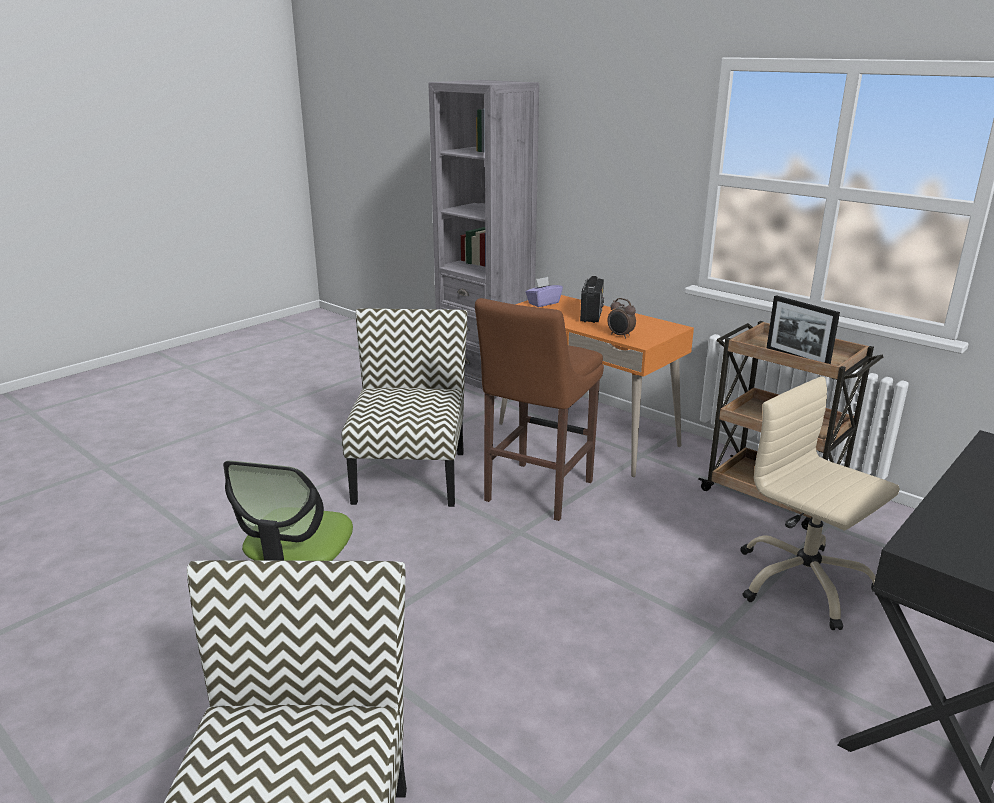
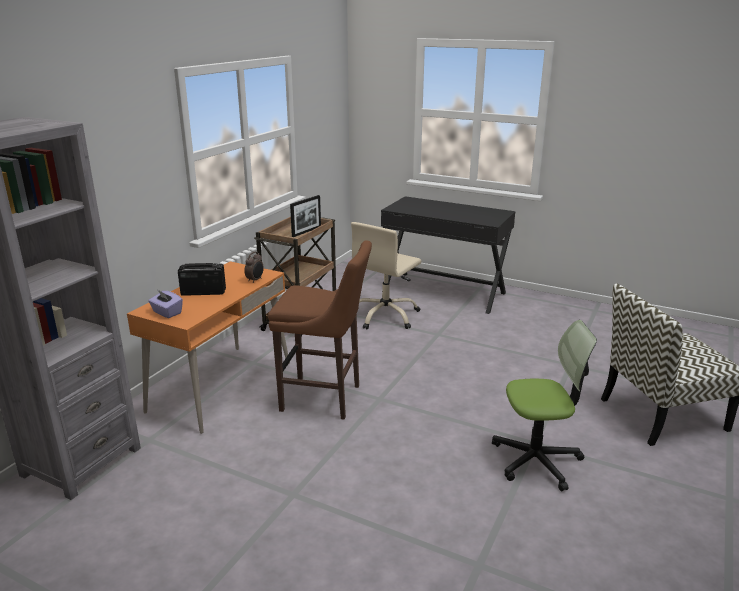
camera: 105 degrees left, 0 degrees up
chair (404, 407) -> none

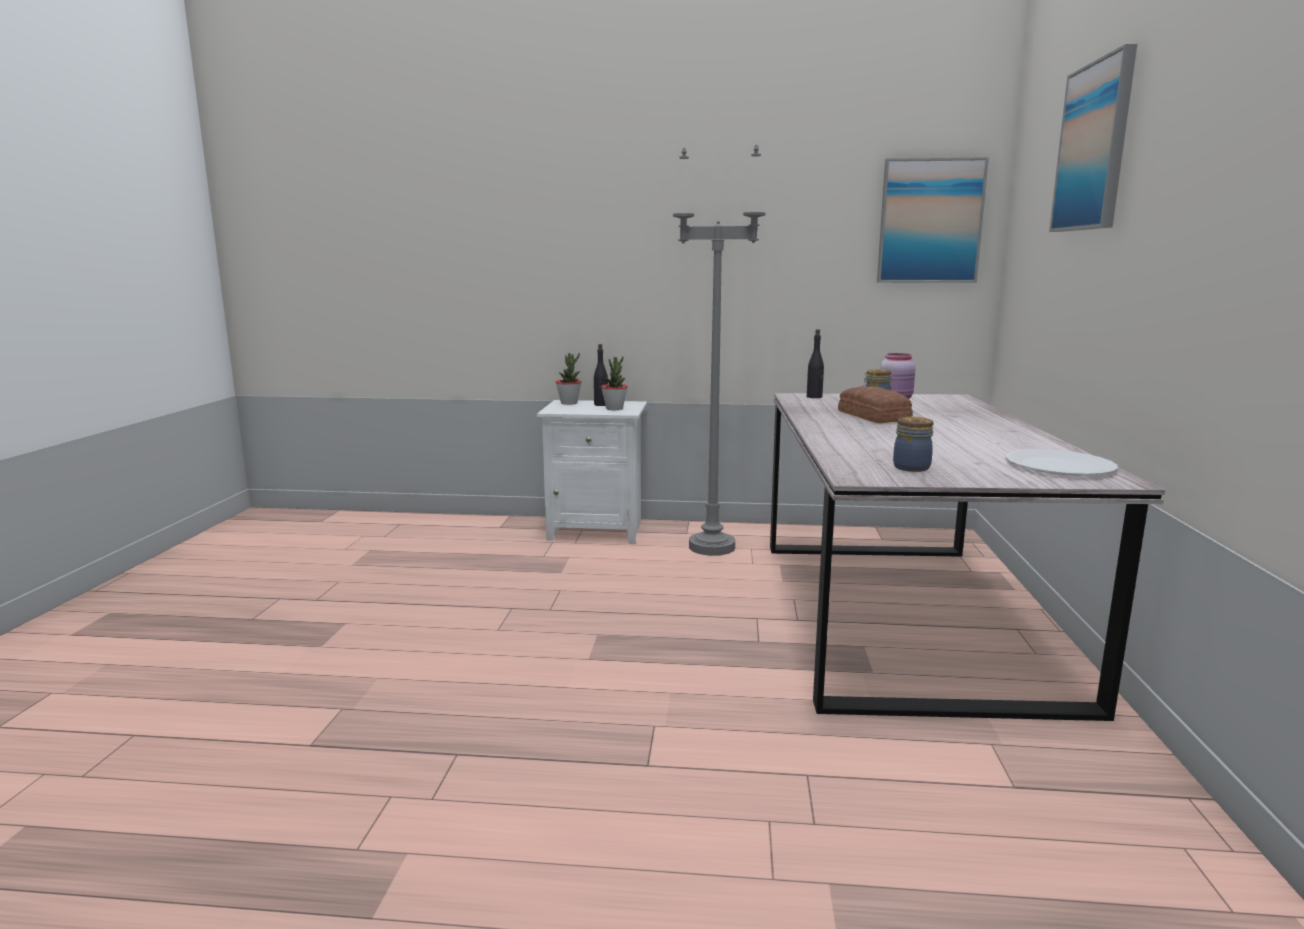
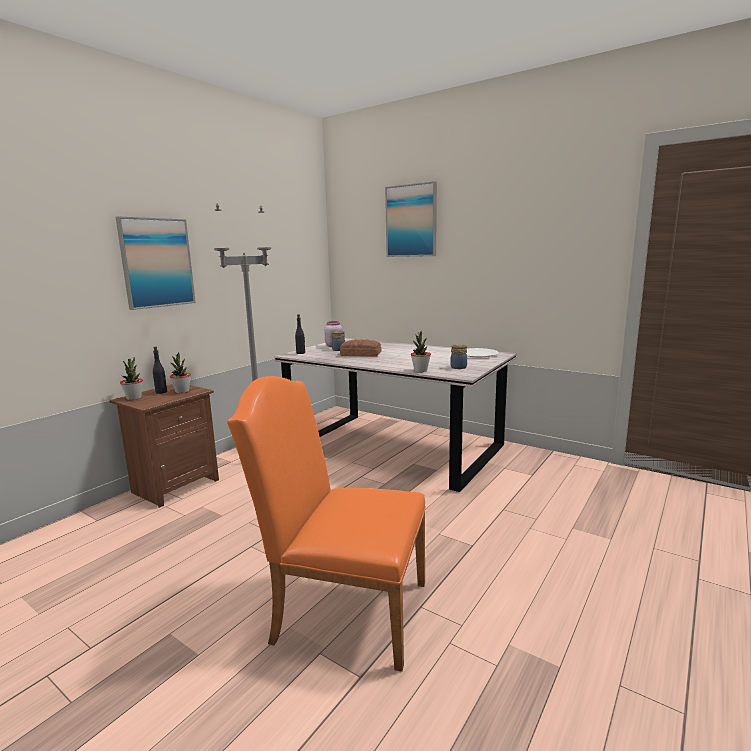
camera: 60 degrees left, 0 degrees up
picture (933, 220) -> picture (156, 263), move
white nightstand (592, 472) -> brown nightstand (164, 446)
none -> potted plant (421, 351)
none -> orange chair (326, 524)

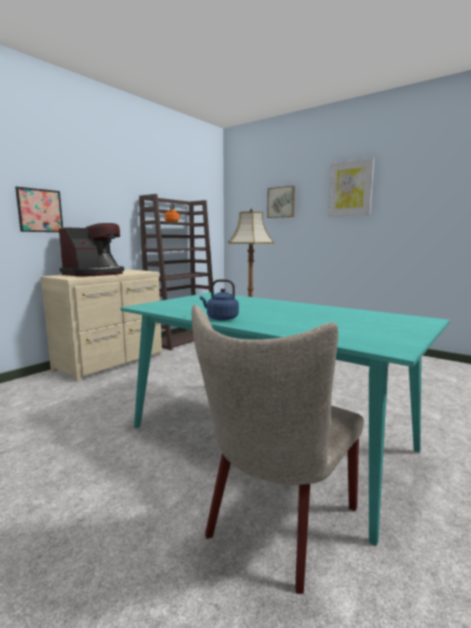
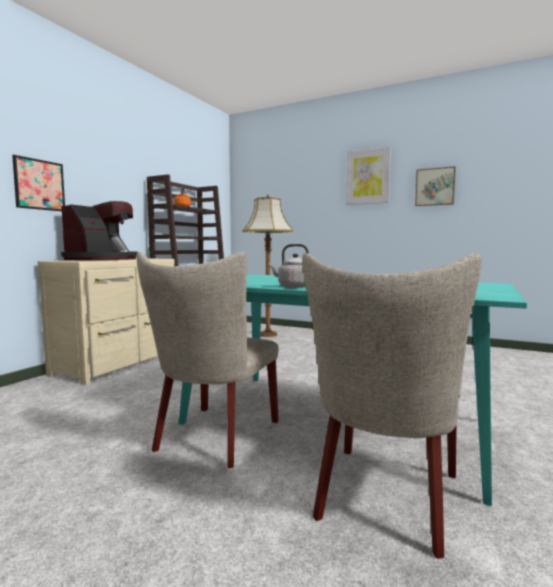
camera: 10 degrees left, 5 degrees down
picture (281, 202) -> picture (435, 186), move
blue kettle (219, 299) -> grey kettle (289, 266)
none -> beige chair (208, 360)

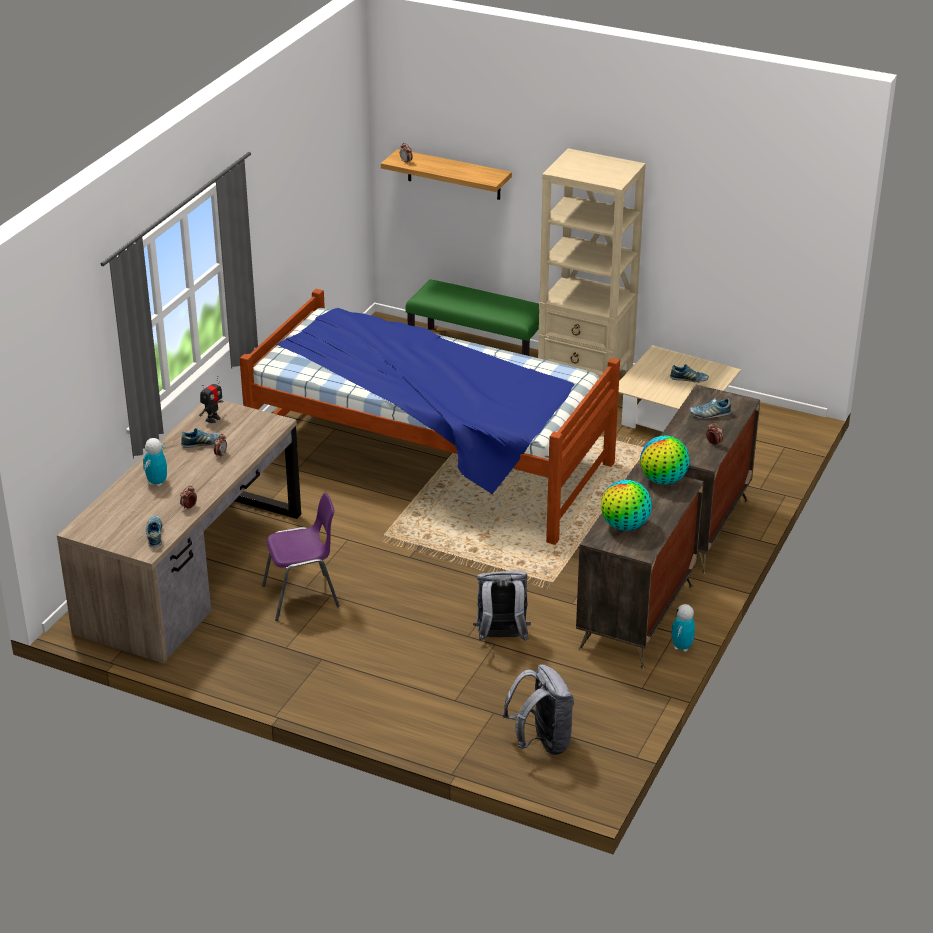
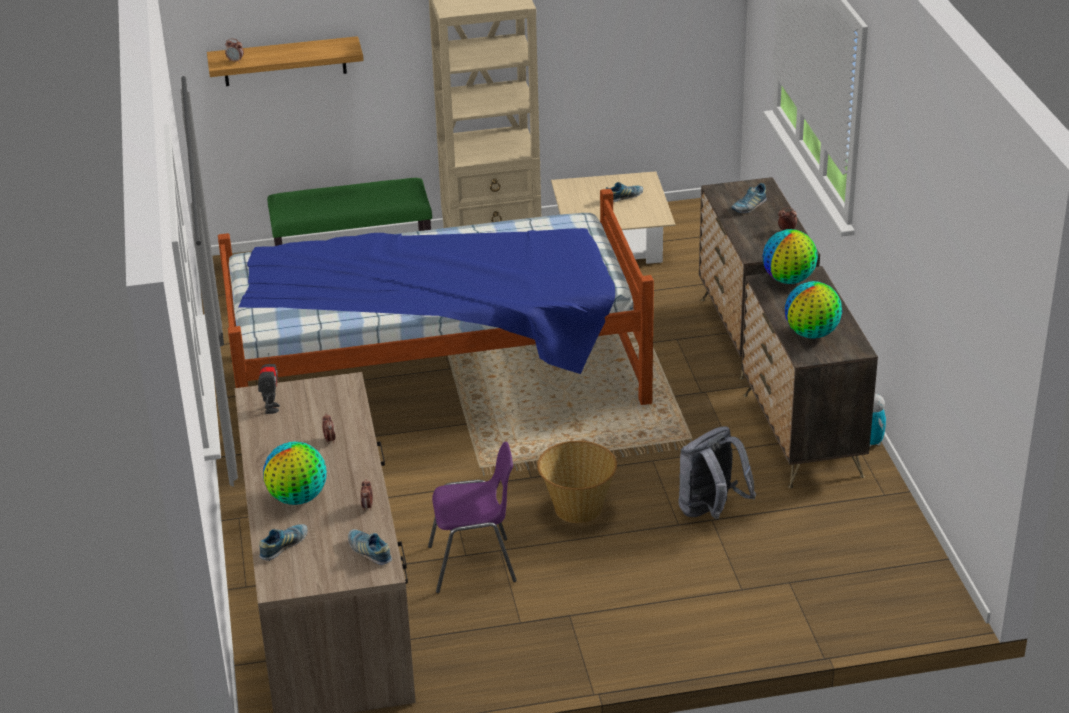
camera: 35 degrees left, 0 degrees up
shoe (200, 438) -> shoe (283, 542), move
toy robot (155, 462) -> globe (295, 473)
purple chair (301, 557) -> purple chair (472, 517), 45 degrees clockwise
grey backpack (538, 709) -> none
none -> basket (577, 482)

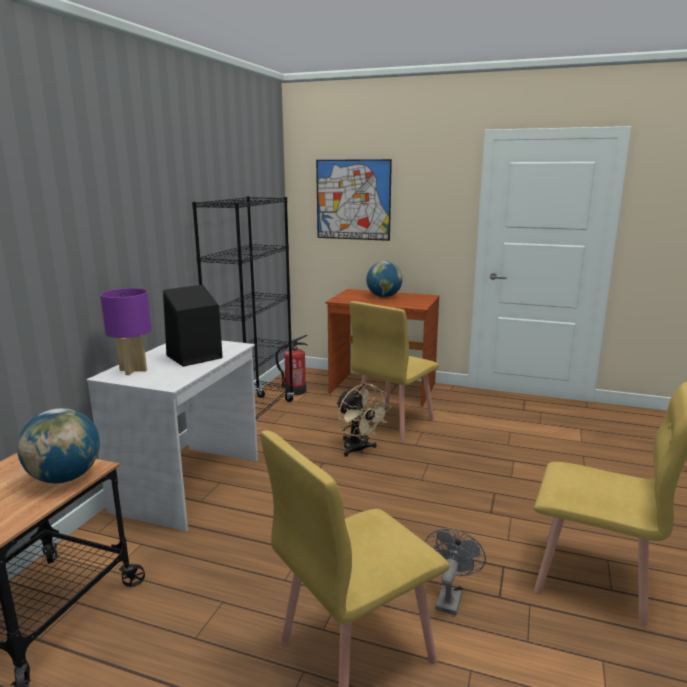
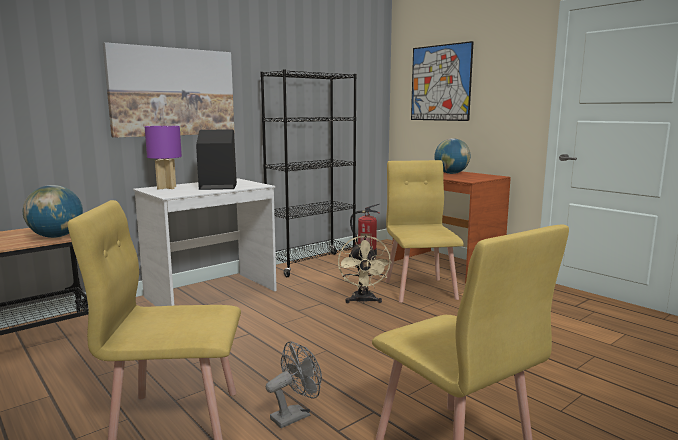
camera: 30 degrees right, 5 degrees down
yellow chair (394, 371) -> yellow chair (425, 231), 105 degrees clockwise
none -> picture (169, 90)

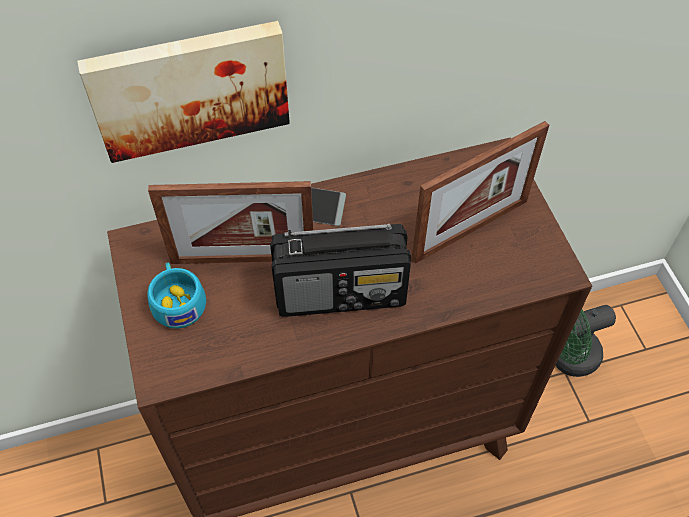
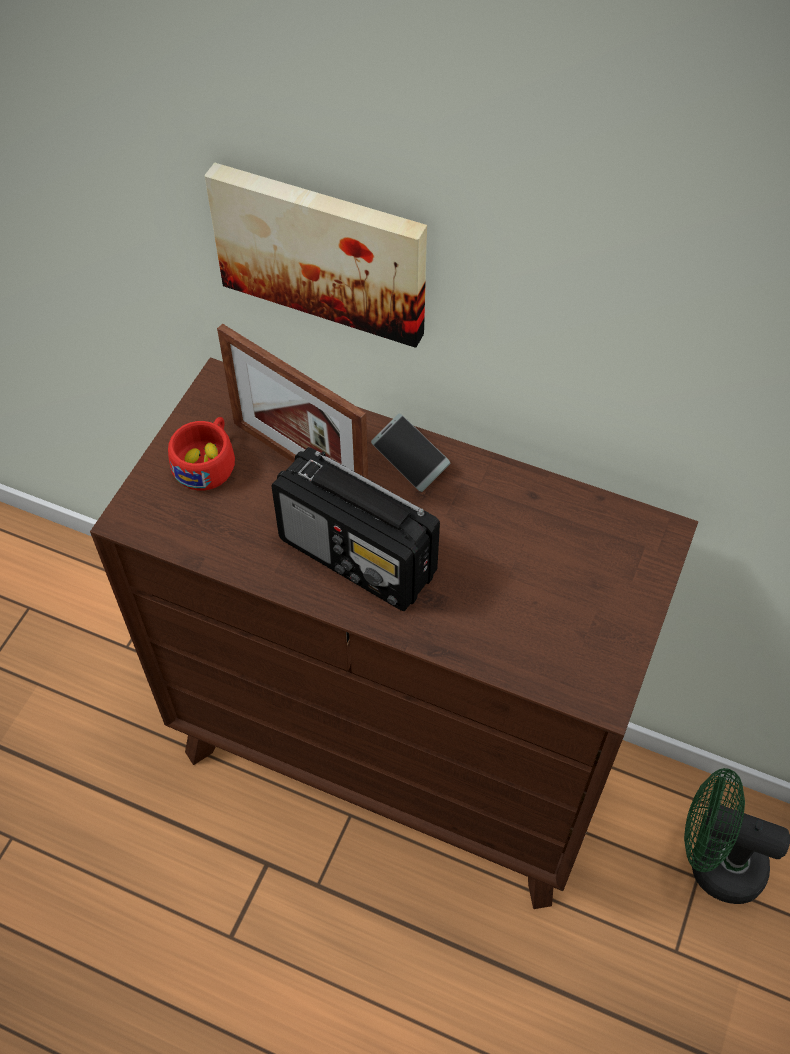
camera: 40 degrees right, 0 degrees up
picture frame (480, 192) -> none
turquoise cup (176, 295) -> red cup (201, 453)

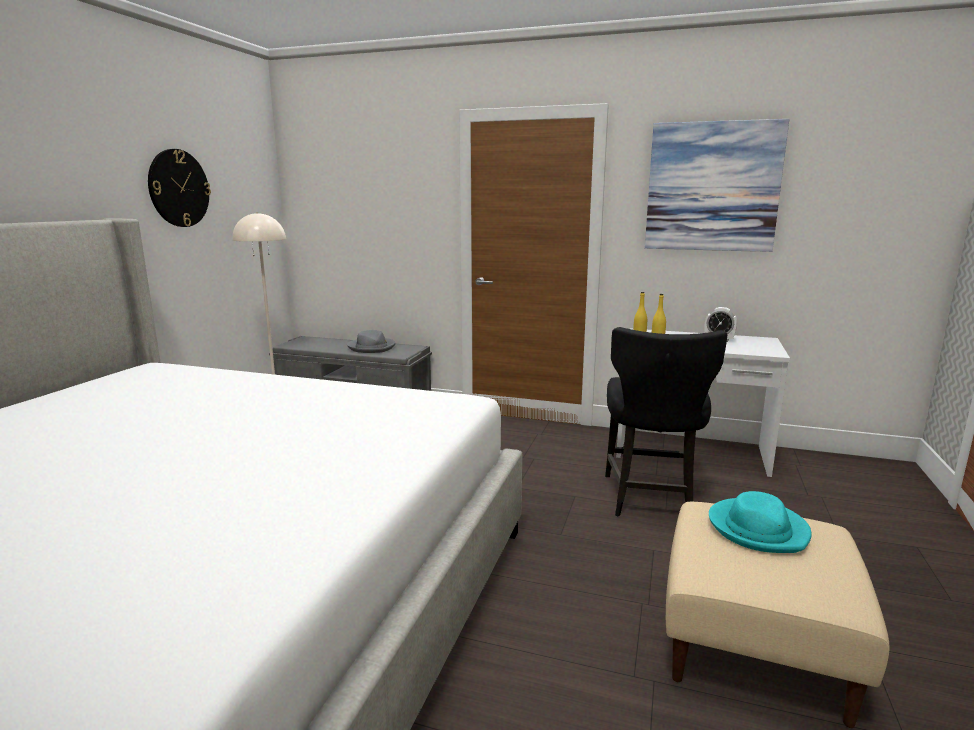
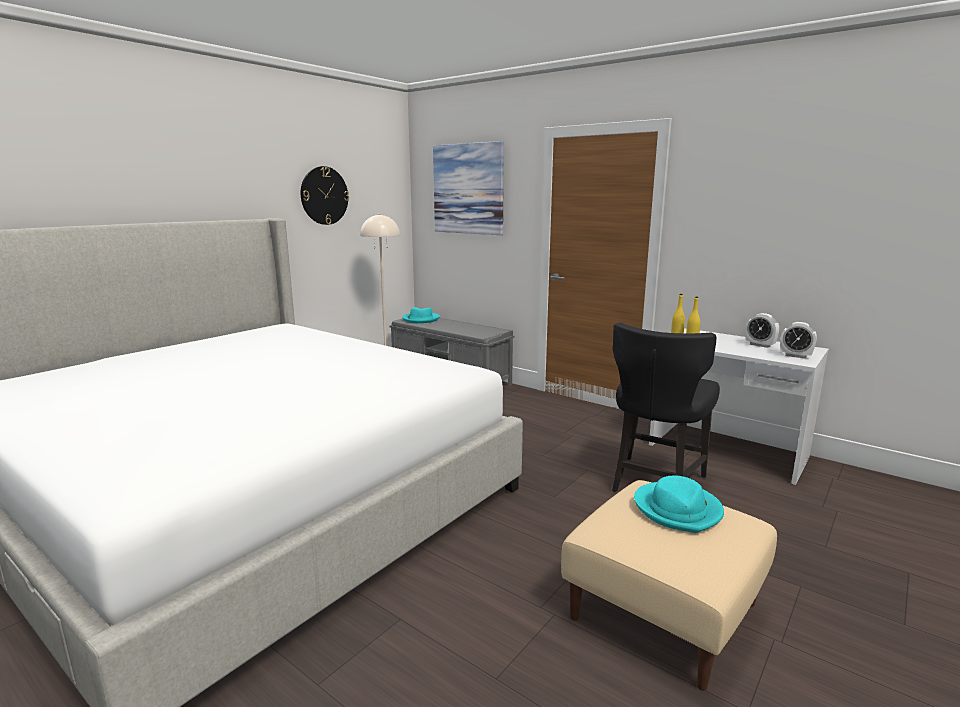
camera: 20 degrees right, 0 degrees up
picture (717, 185) -> picture (468, 188), move
grey hat (371, 341) -> none
none -> turquoise hat (421, 315)
none -> alarm clock (798, 340)

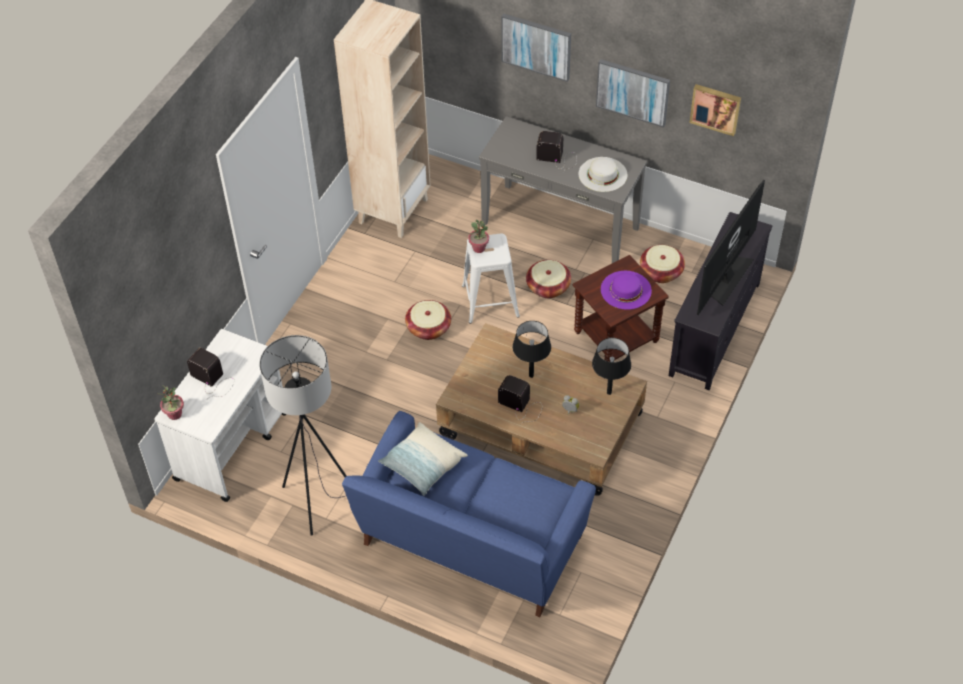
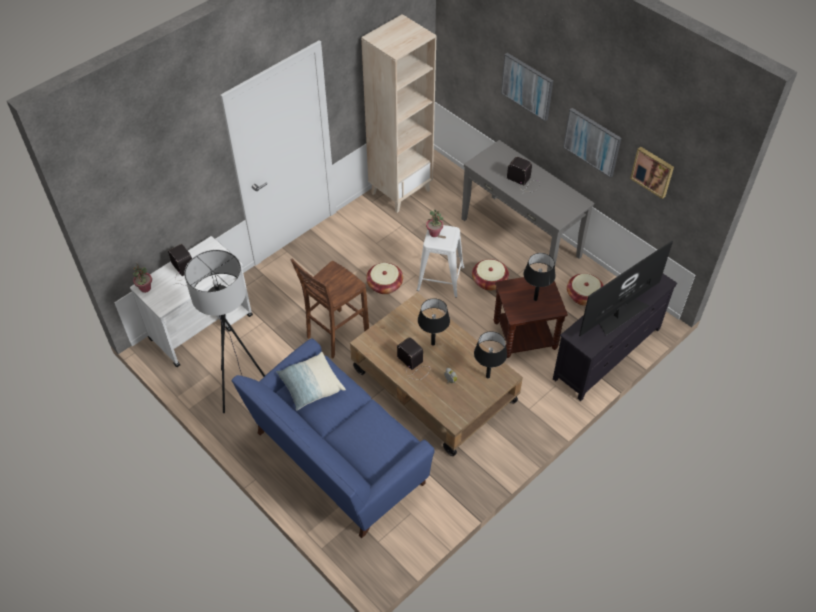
camera: 20 degrees right, 0 degrees up
white hat (603, 174) -> none
purple hat (626, 290) -> black table lamp (540, 277)
none -> brown stool (329, 308)

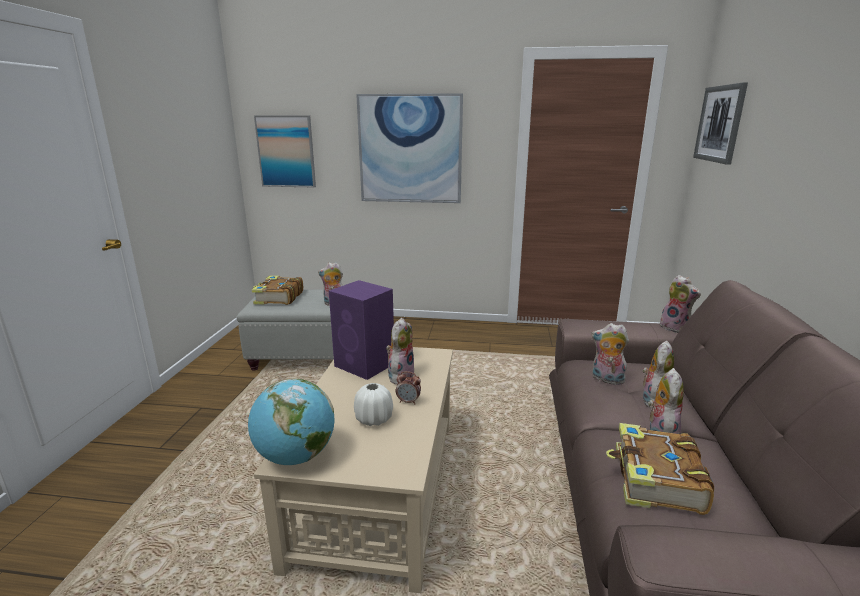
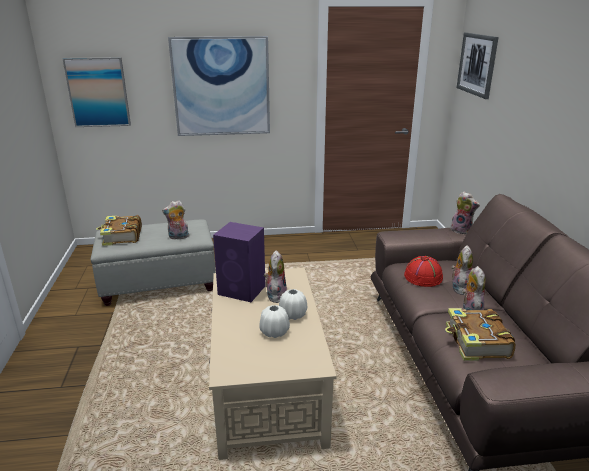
camera: 15 degrees left, 5 degrees up
plush toy (610, 354) -> red hat (423, 271)
alarm clock (408, 387) -> white vase (293, 304)
globe (291, 422) -> none

